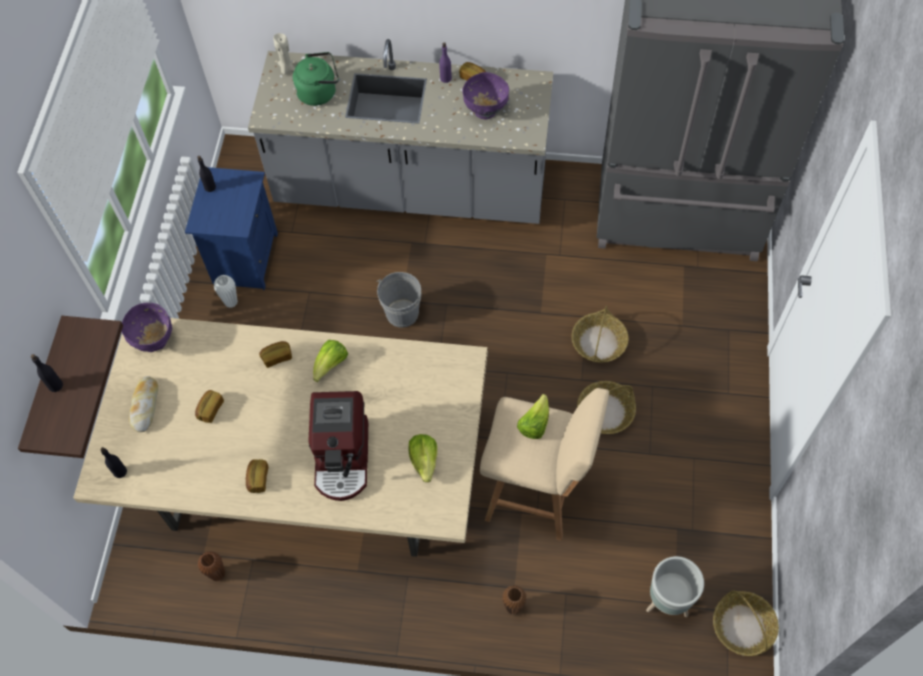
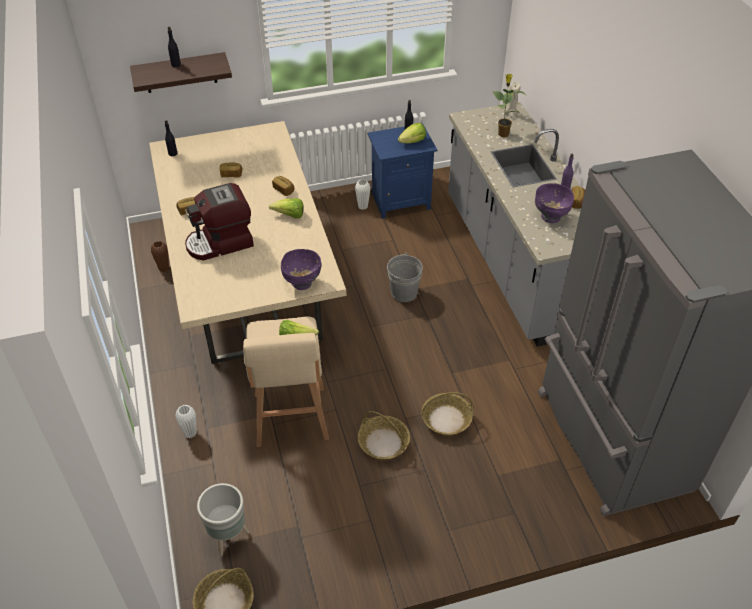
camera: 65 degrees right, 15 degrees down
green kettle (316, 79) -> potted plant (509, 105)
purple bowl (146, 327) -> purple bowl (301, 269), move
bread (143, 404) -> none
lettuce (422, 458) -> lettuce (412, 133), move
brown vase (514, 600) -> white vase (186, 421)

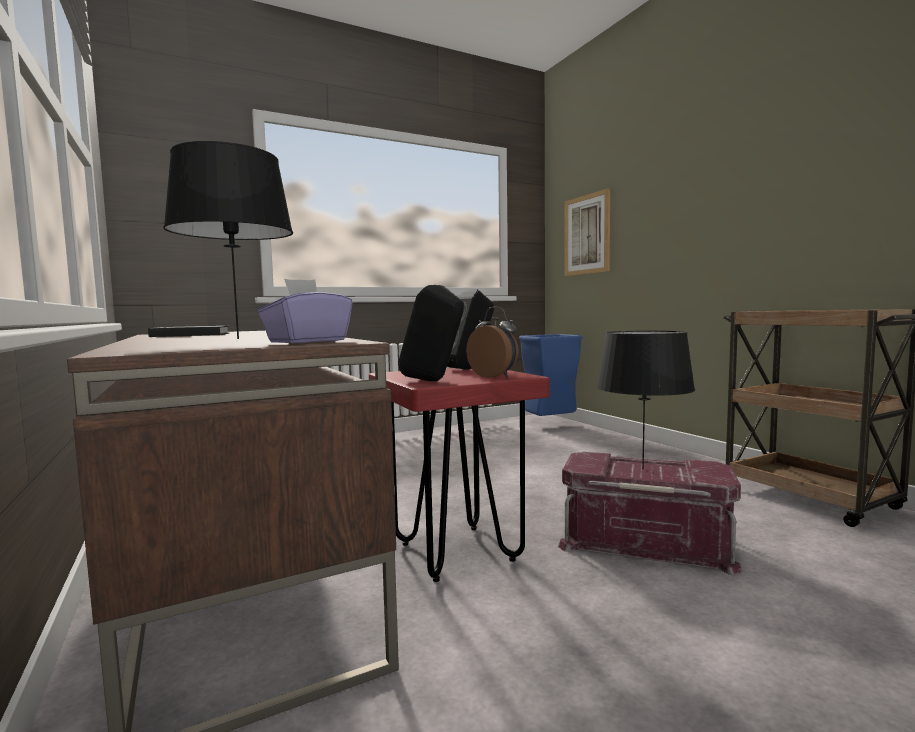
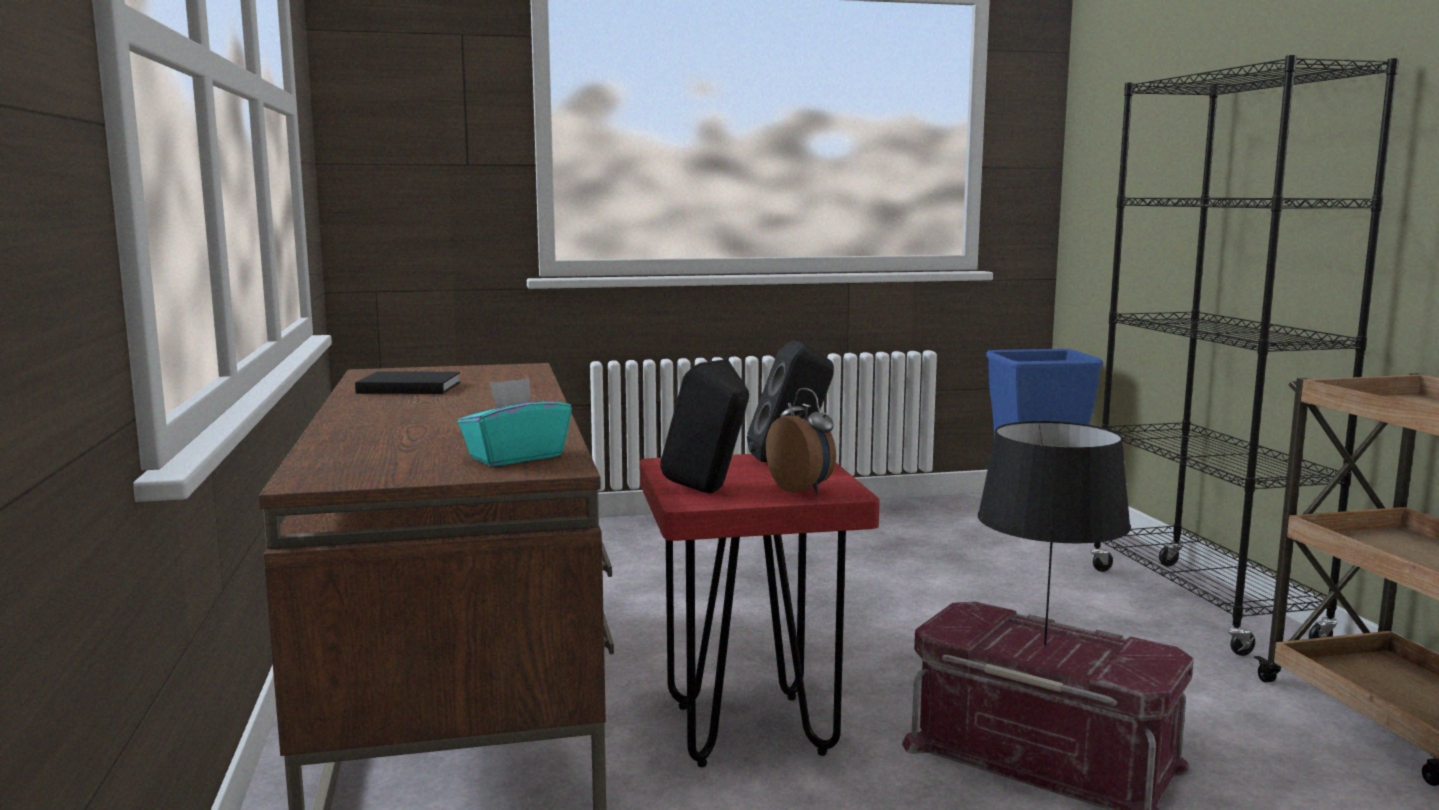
camera: 15 degrees right, 5 degrees up
black table lamp (228, 240) -> none
picture (587, 232) -> none
purple tissue box (305, 311) -> turquoise tissue box (515, 422)
none -> black bookcase (1245, 355)

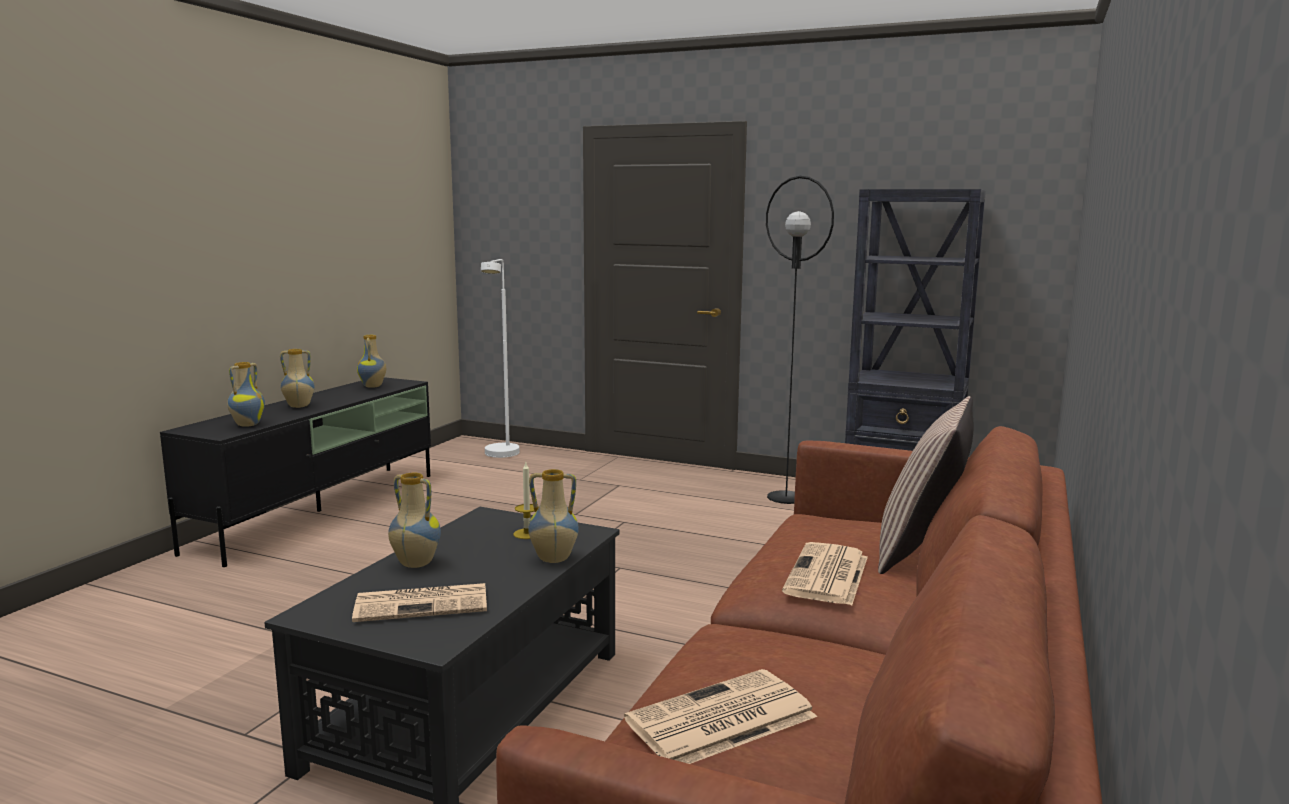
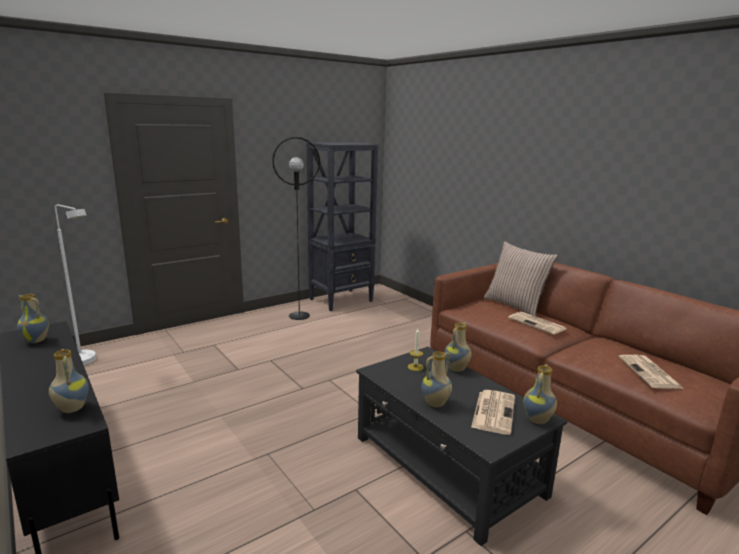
camera: 60 degrees left, 5 degrees up
vase (297, 378) -> vase (540, 394), move

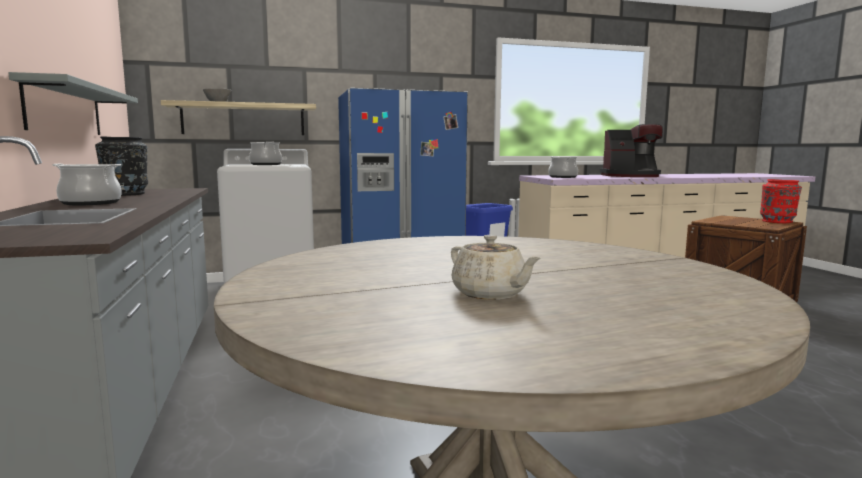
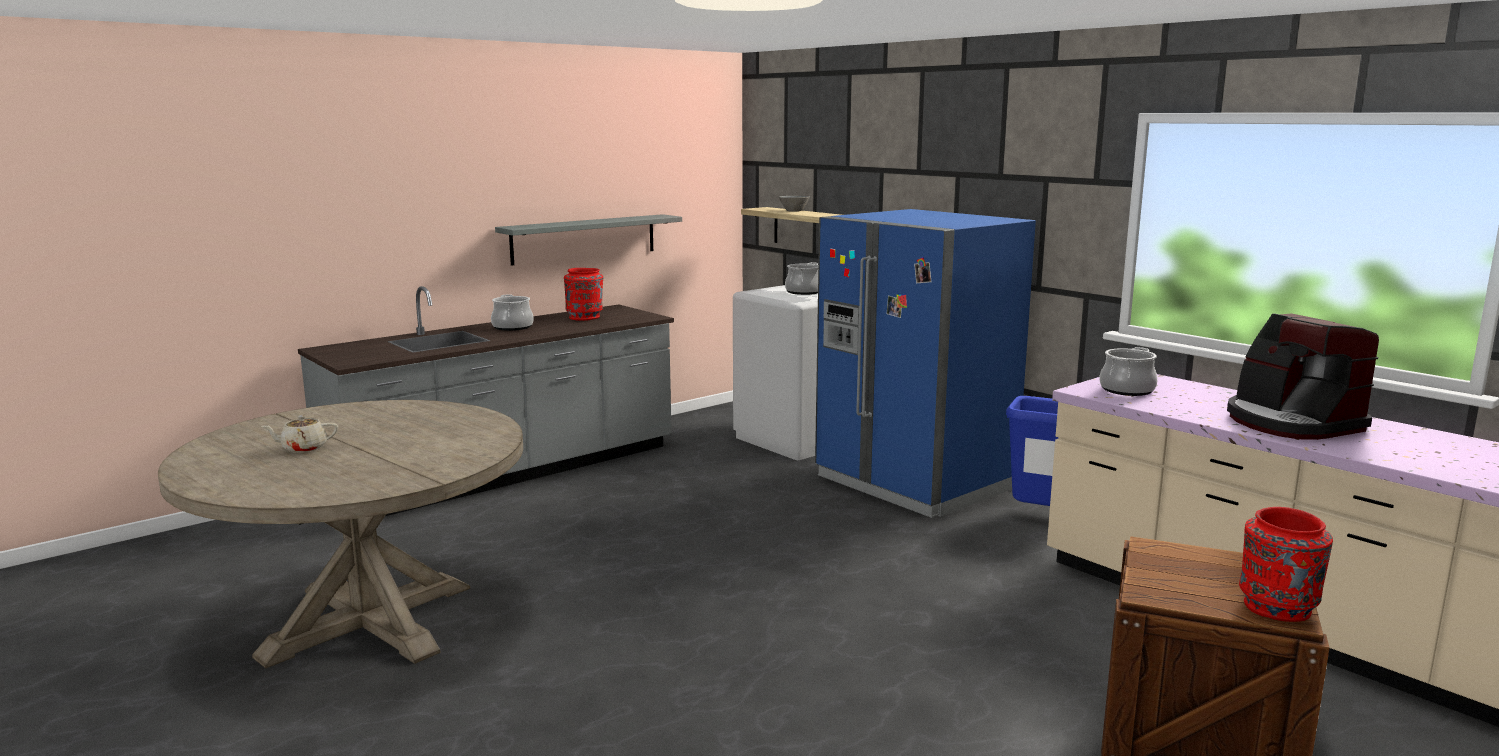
camera: 65 degrees right, 5 degrees up
black vase (121, 166) -> red vase (583, 294)
beige teapot (496, 267) -> beige teapot (299, 434), 45 degrees clockwise

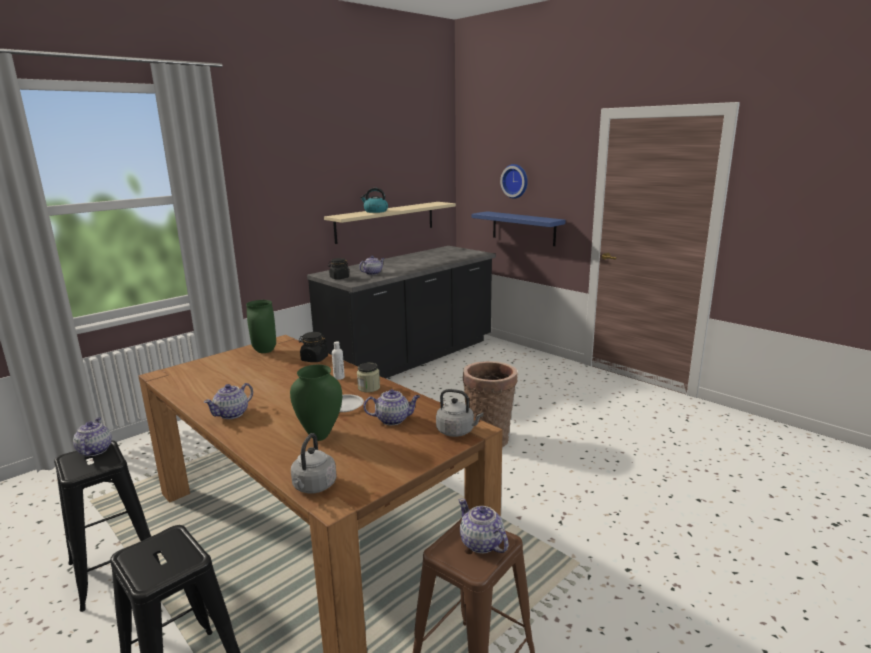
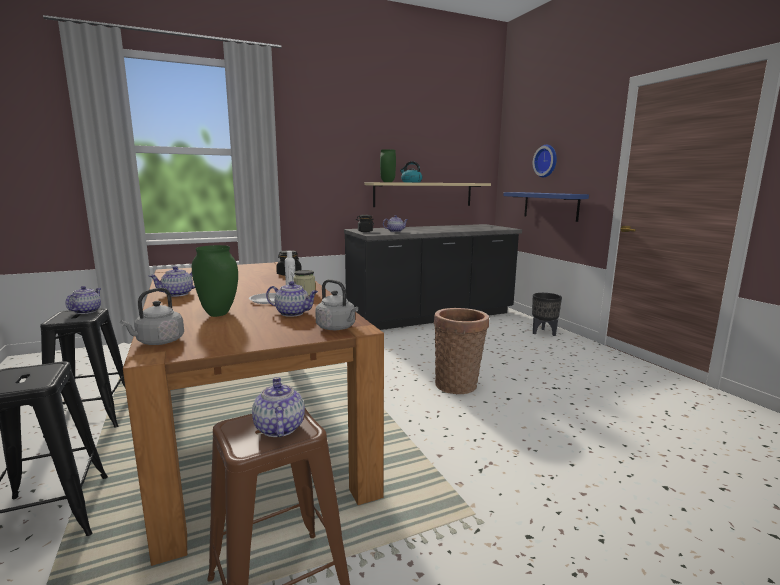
camera: 20 degrees right, 5 degrees down
green vase (261, 326) -> green vase (388, 165), move
none -> black planter (547, 314)

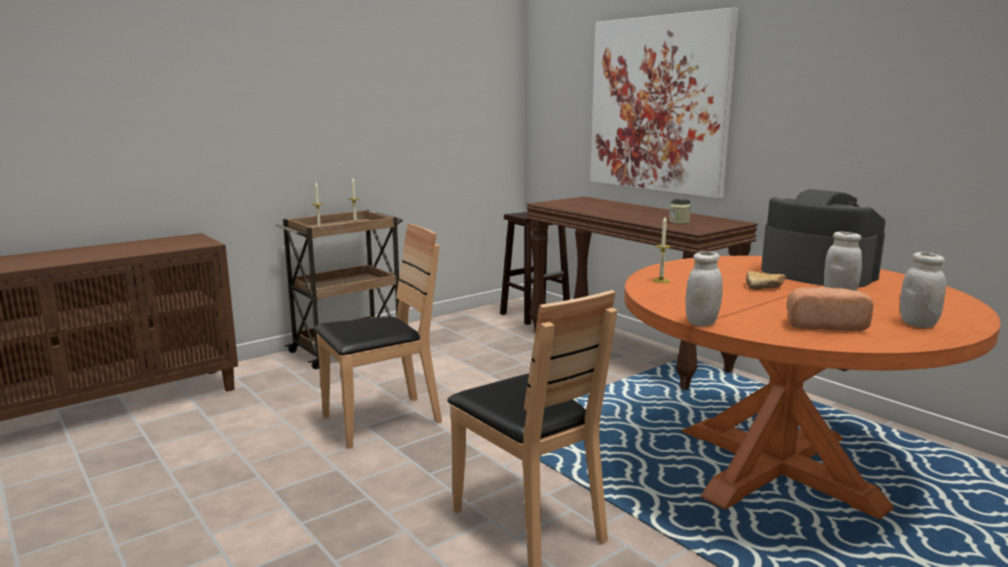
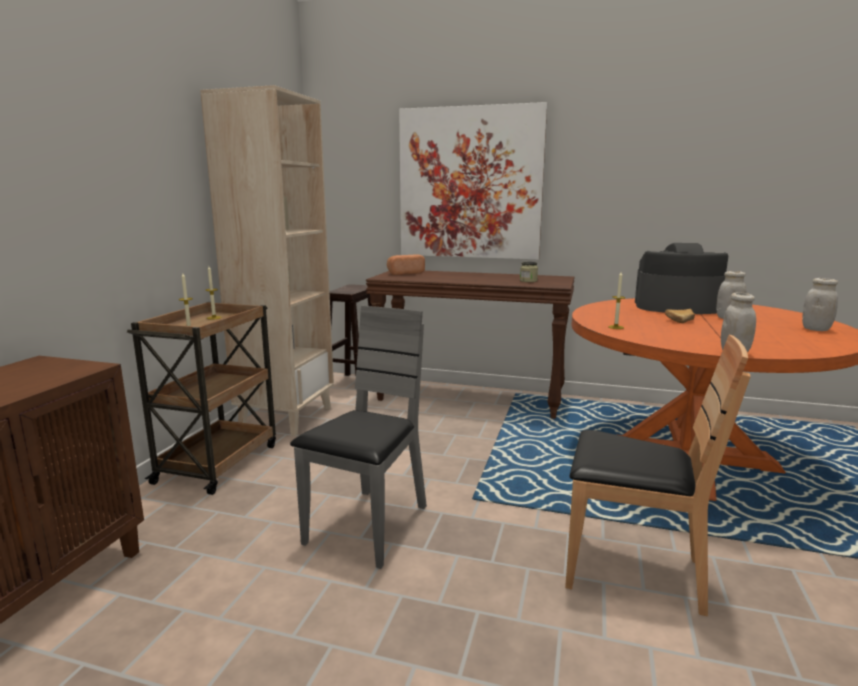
camera: 35 degrees left, 0 degrees up
brown chair (378, 336) -> grey chair (358, 437)
bread (830, 309) -> bread (406, 265), move
none -> beige bookcase (267, 260)

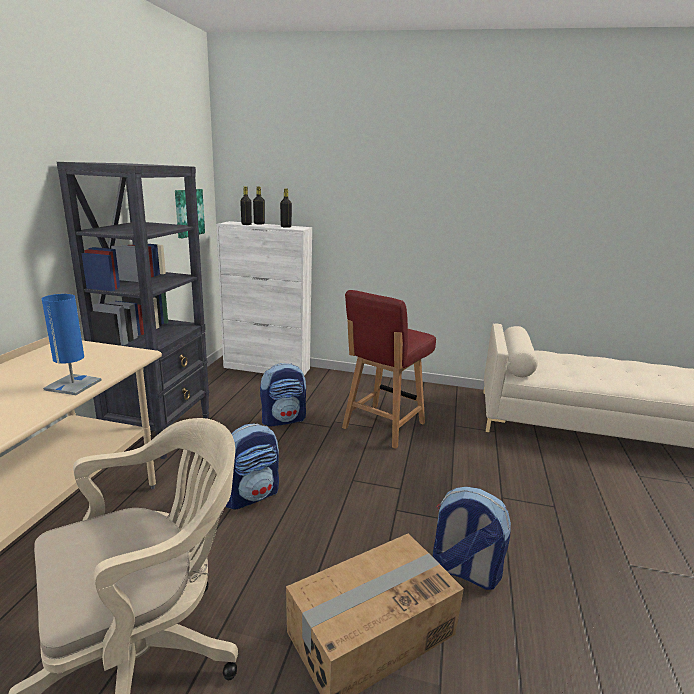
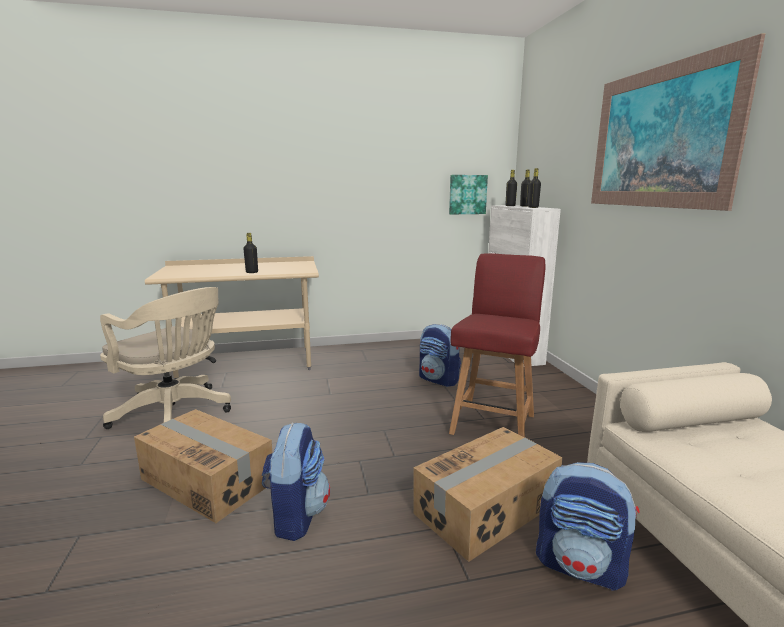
camera: 65 degrees right, 5 degrees down
black bookcase (133, 310) -> none
red chair (389, 369) -> red chair (497, 345), 105 degrees clockwise
blue table lamp (72, 344) -> black bottle (250, 253)
backpack (252, 466) -> backpack (588, 526), move
none -> picture (678, 122)
none -> cardboard box (488, 494)

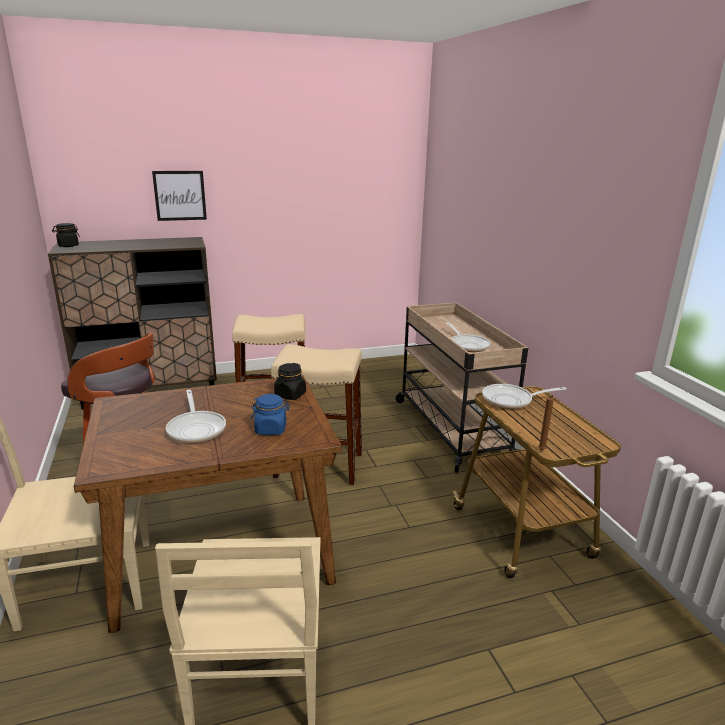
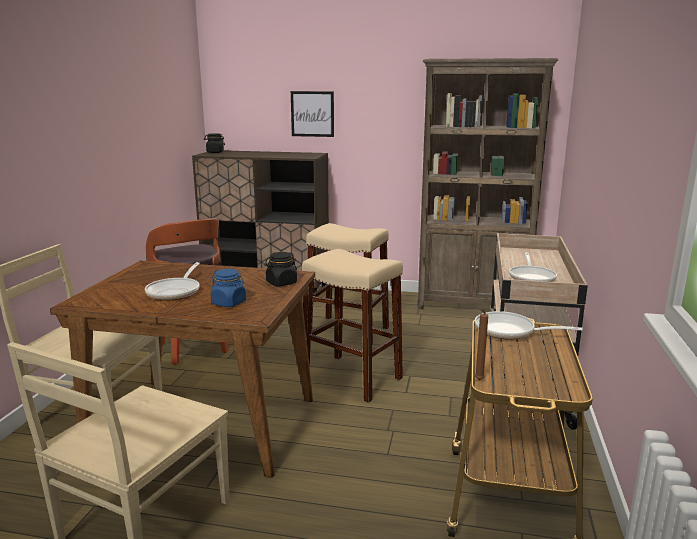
camera: 30 degrees right, 5 degrees down
none -> brown bookcase (487, 183)

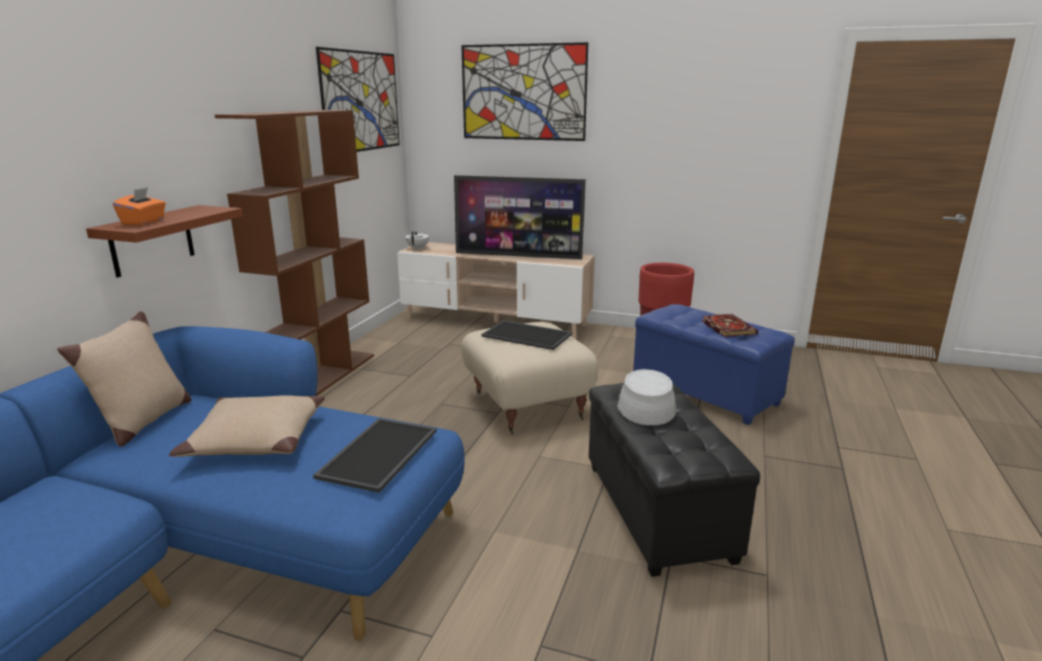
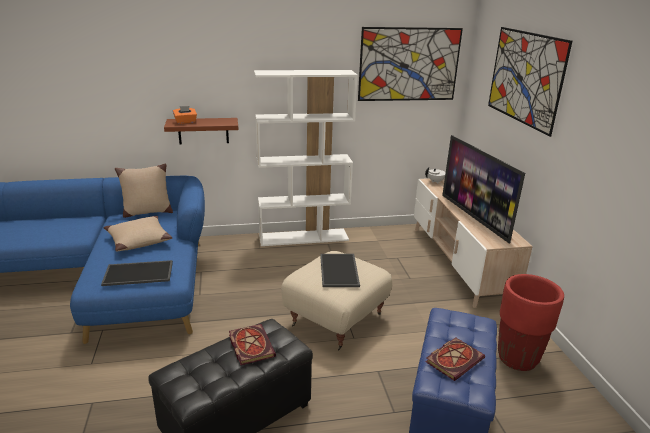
camera: 60 degrees right, 5 degrees up
brown bookcase (294, 253) -> white bookcase (306, 158)
grey hat (646, 397) -> book (252, 344)

